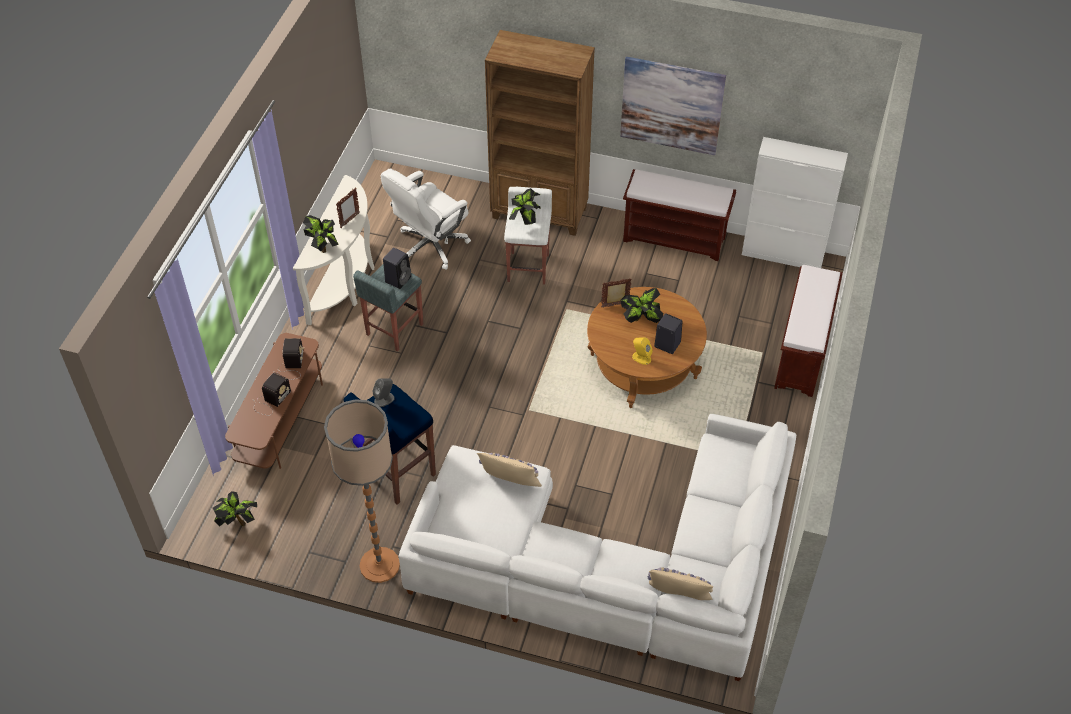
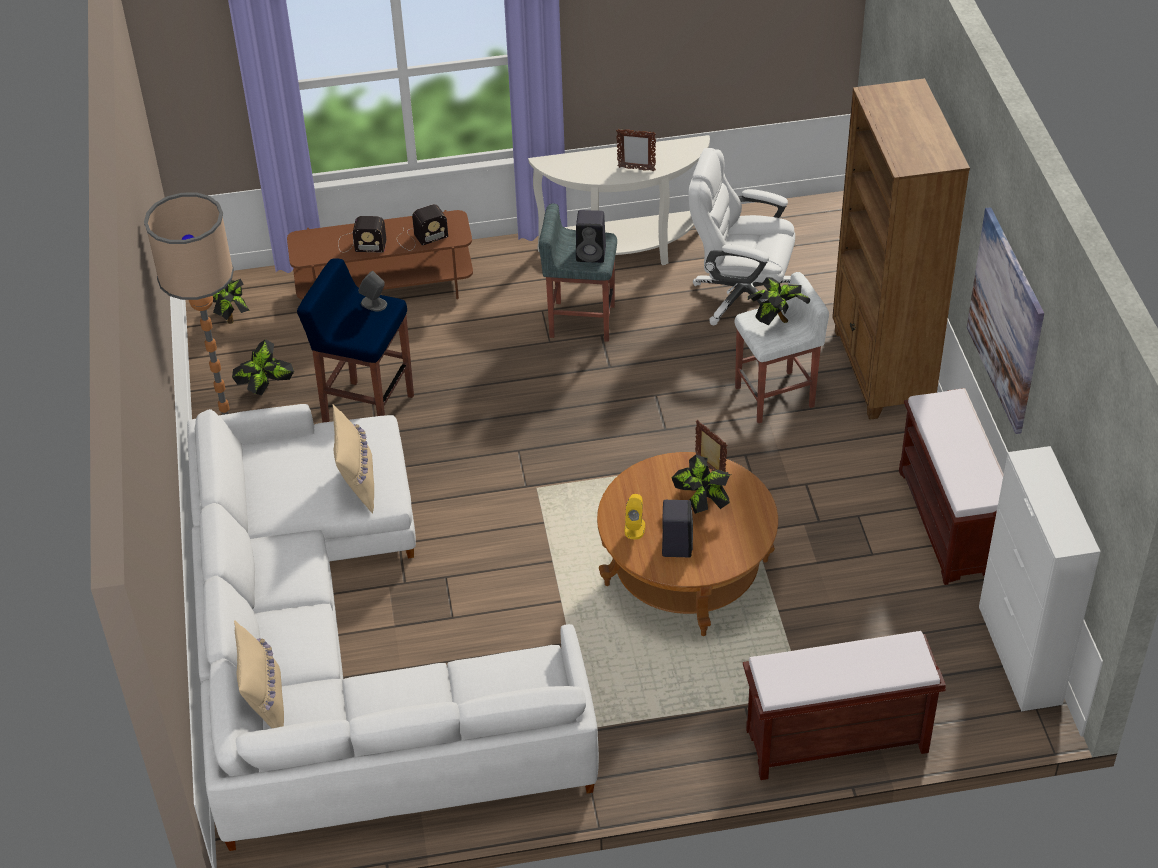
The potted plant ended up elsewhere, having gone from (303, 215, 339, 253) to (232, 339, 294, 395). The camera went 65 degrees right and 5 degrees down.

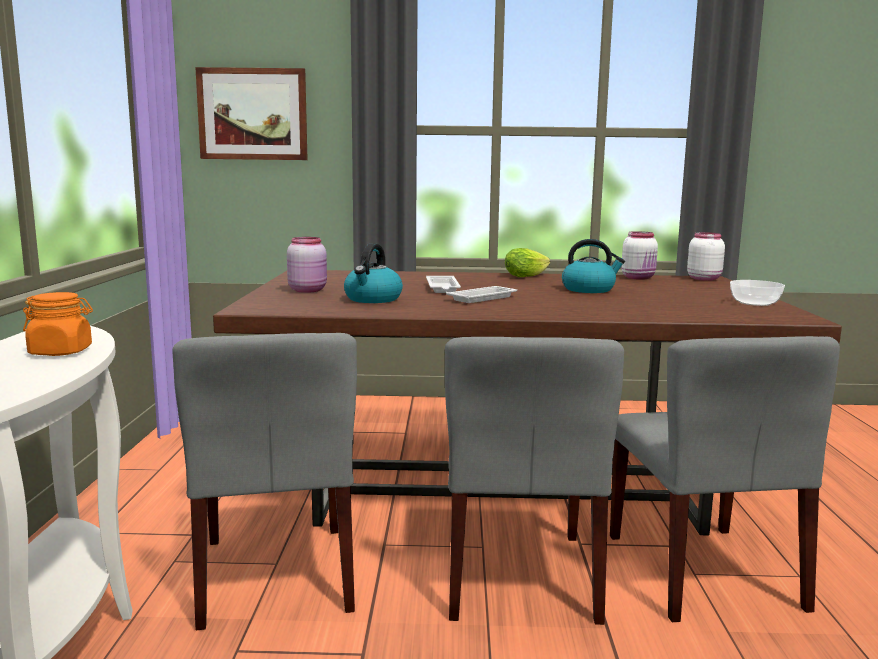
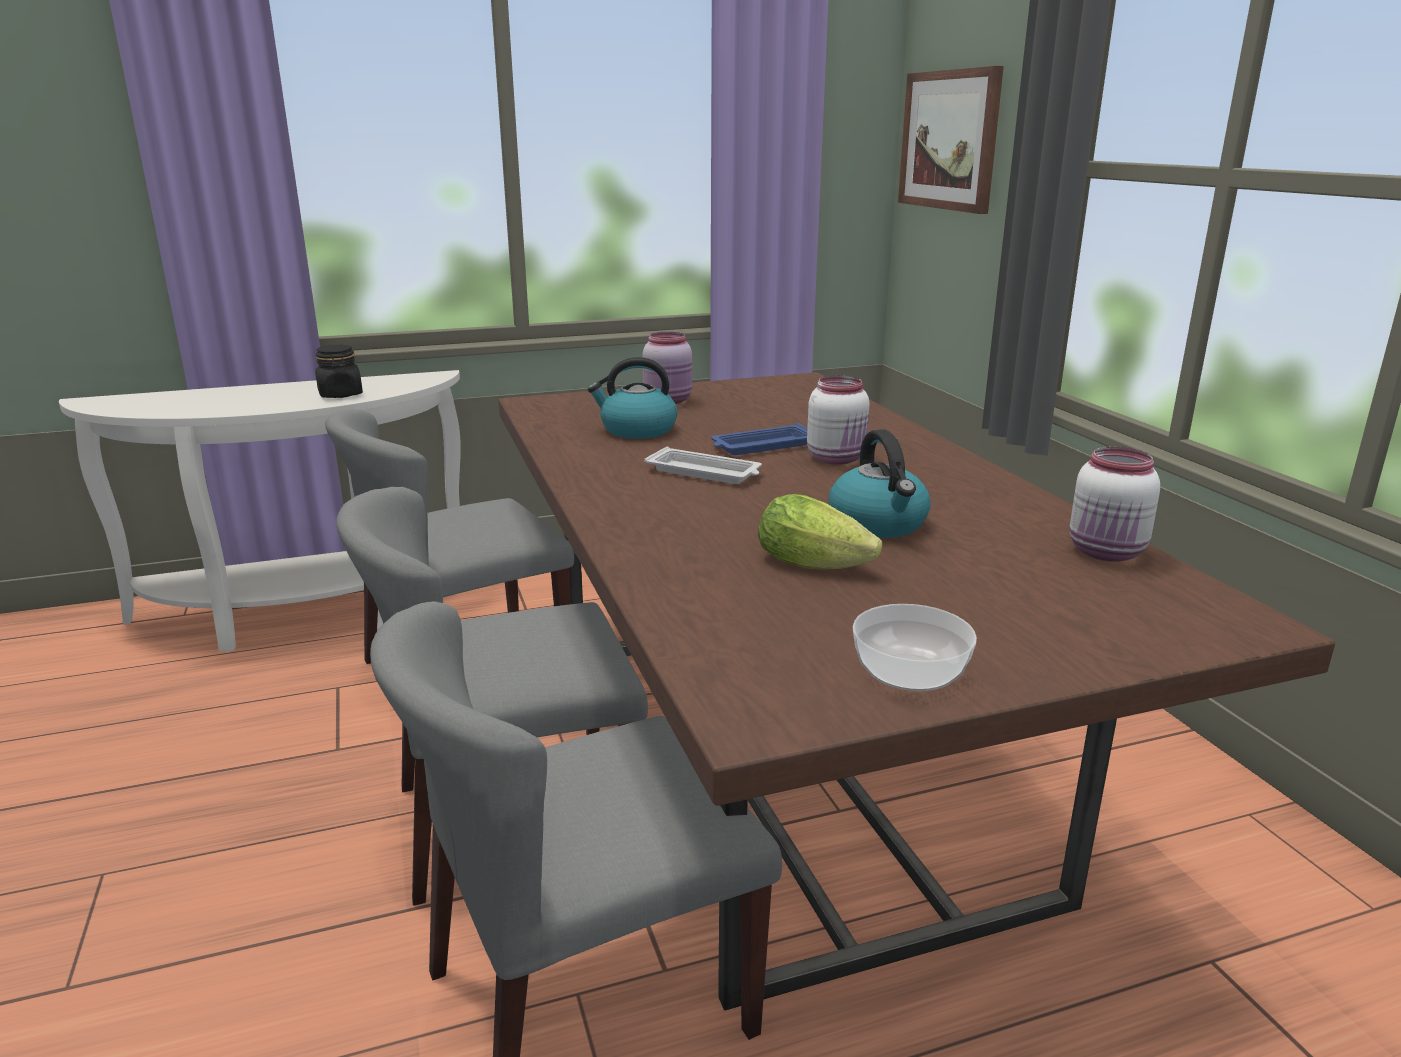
The lettuce head ended up elsewhere, having gone from (505, 248, 550, 277) to (758, 494, 883, 570). The white jar ended up elsewhere, having gone from (687, 232, 725, 281) to (807, 376, 870, 465). What was the orange-coloured jar at (23, 292, 93, 356) turned into the black jar at (315, 344, 363, 398). What was the white tray at (426, 276, 461, 293) turned into the blue-coloured tray at (711, 423, 807, 455). The camera went 70 degrees right and 10 degrees up.

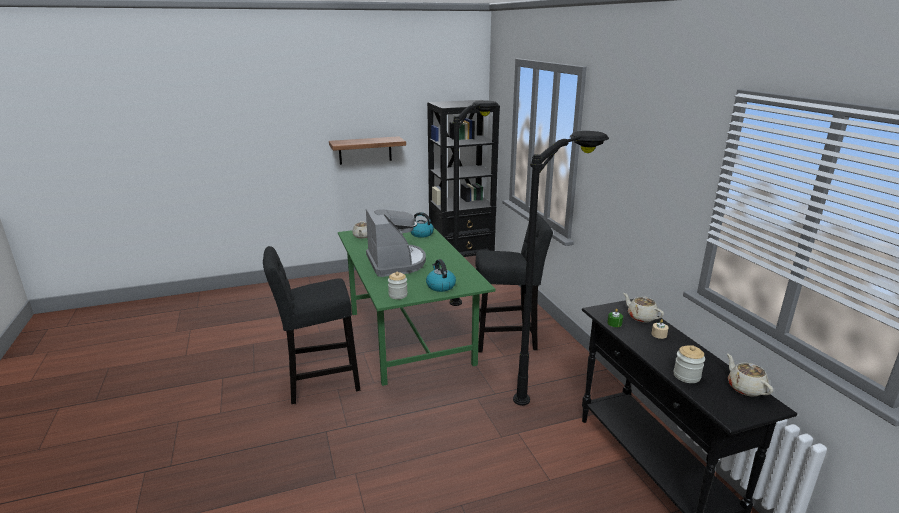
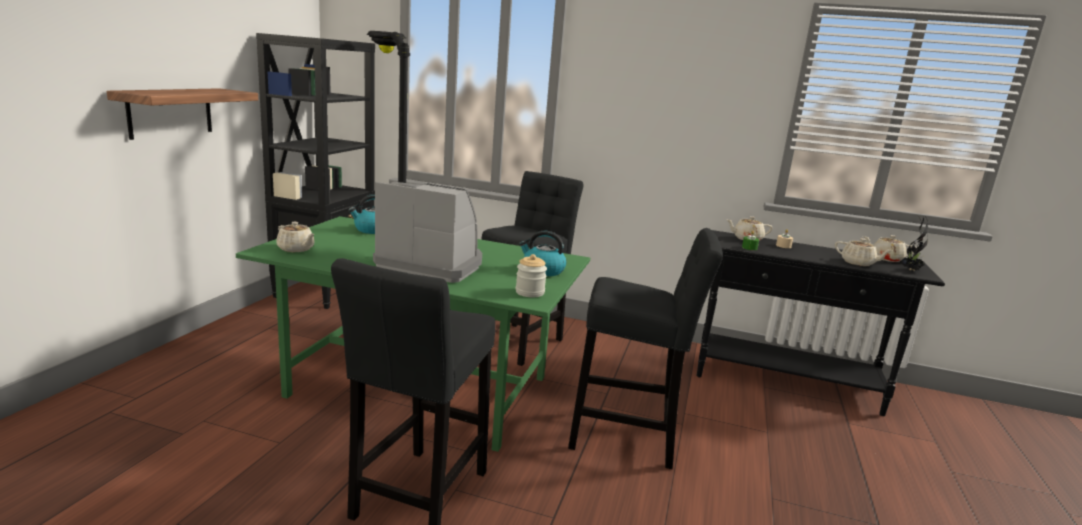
The second view lost the black standing lamp at (513, 131, 609, 406). The second view gained the black stool at (568, 228, 723, 469). The second view gained the potted plant at (900, 215, 928, 271). Where the jar stood at (673, 345, 705, 383), the beige teapot came to stand at (835, 238, 894, 266). The camera went 55 degrees left and 5 degrees down.

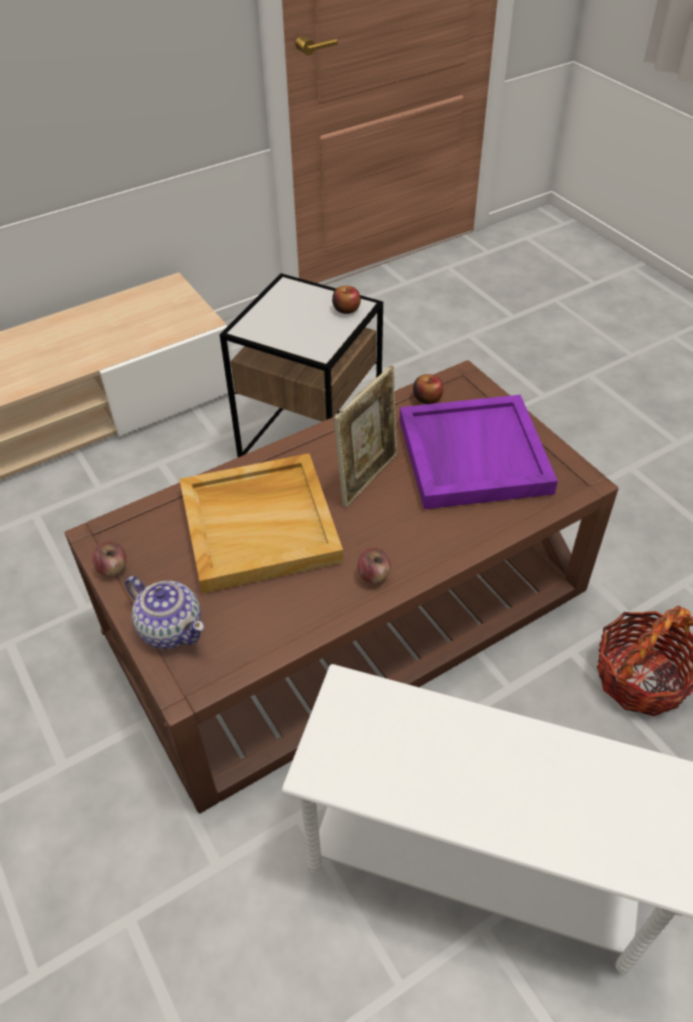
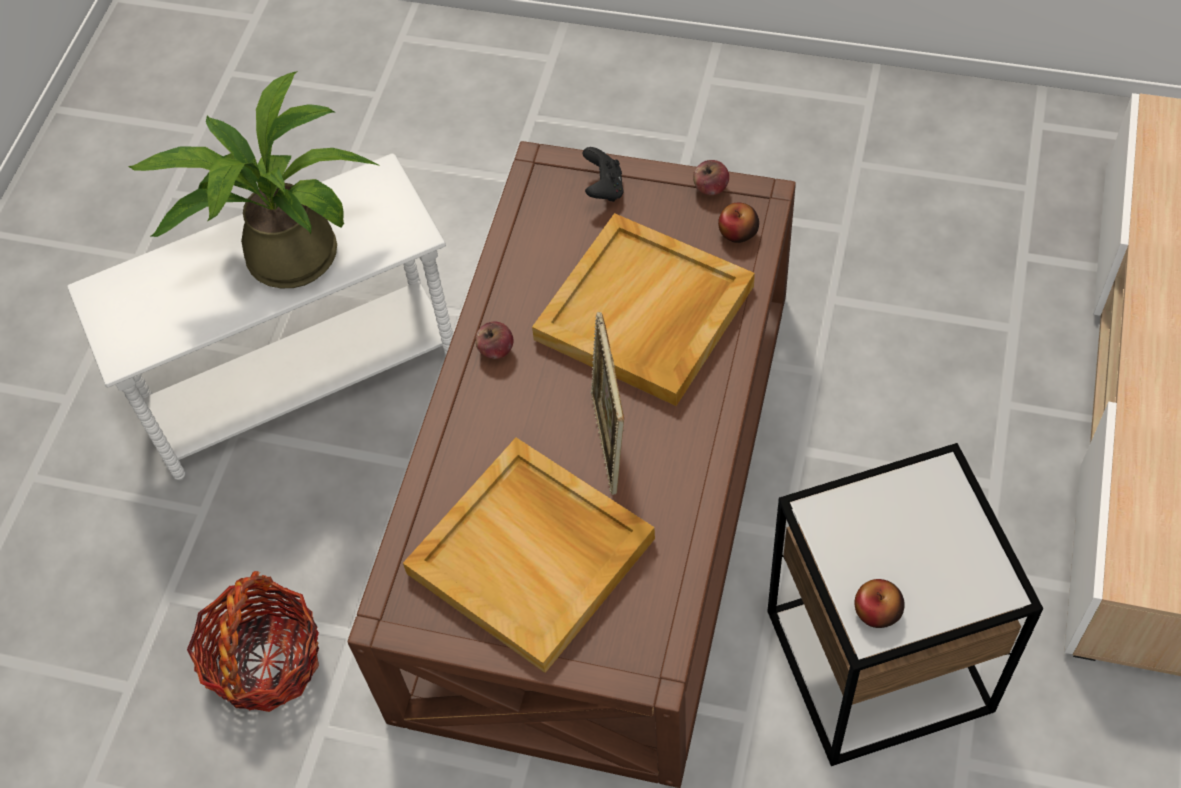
The second view gained the potted plant at (128, 71, 380, 288). The apple ended up elsewhere, having gone from (413, 374, 443, 404) to (718, 203, 759, 243). Where the teapot stood at (125, 576, 204, 649), the black joypad came to stand at (582, 147, 624, 202). What was the purple-coloured tray at (400, 395, 558, 509) turned into the beige tray at (403, 438, 655, 673). The camera went 140 degrees right and 10 degrees up.

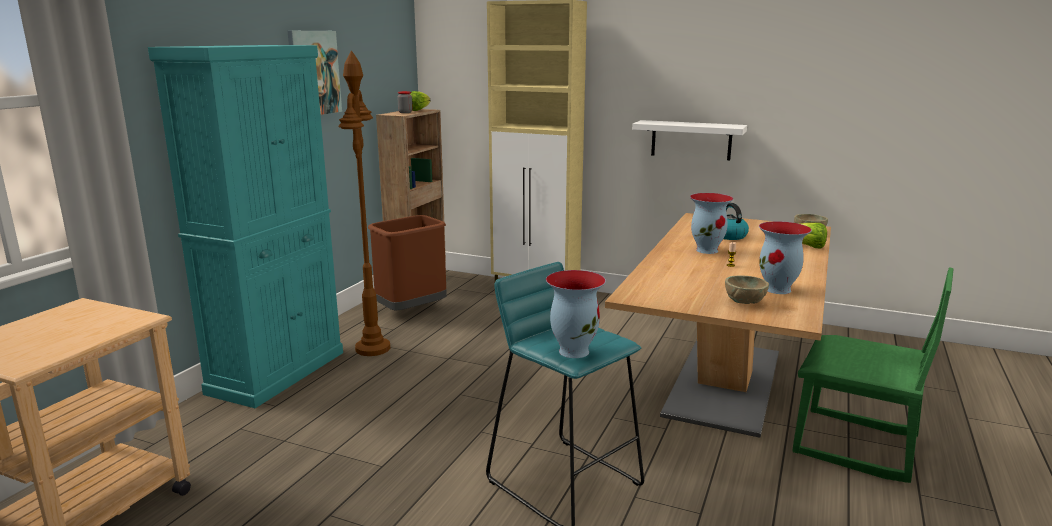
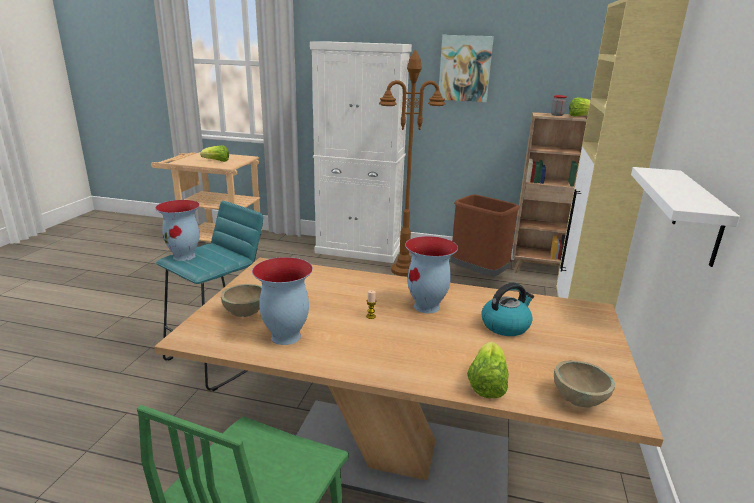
The second view gained the lettuce head at (200, 145, 229, 162). What was the turquoise-coloured cupboard at (148, 45, 343, 408) turned into the white cupboard at (310, 41, 412, 263). The camera went 80 degrees right and 5 degrees up.

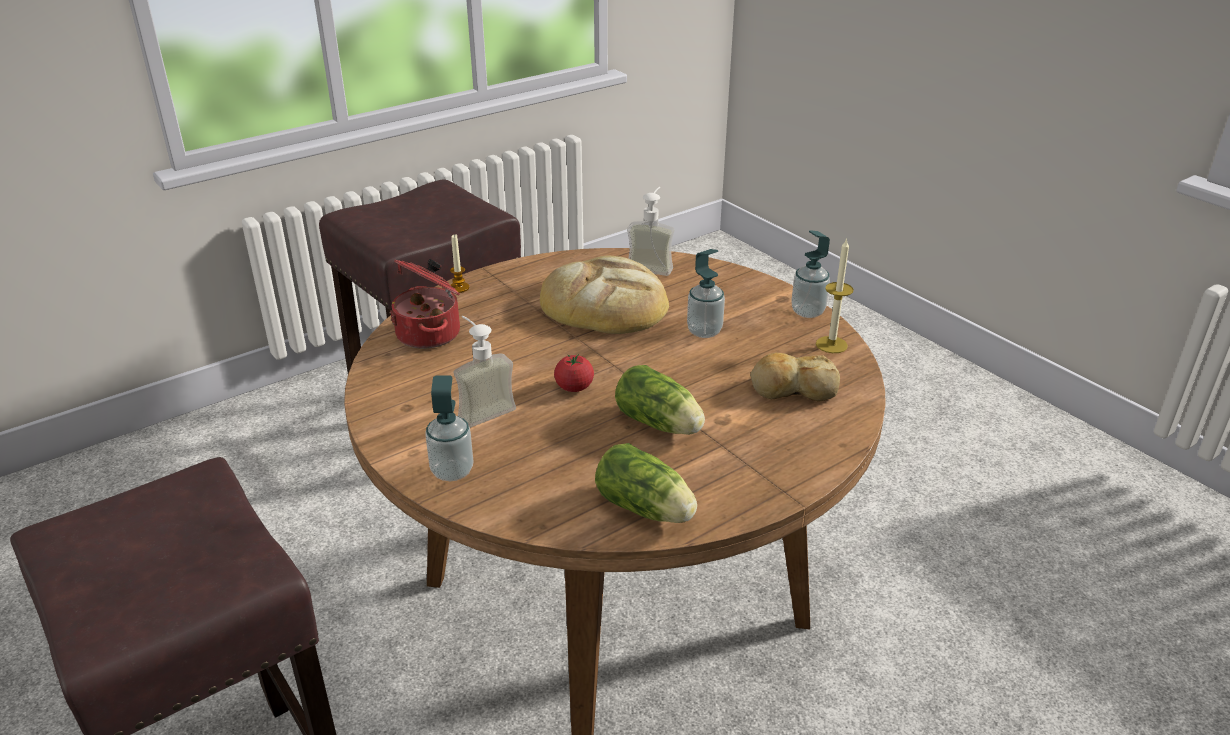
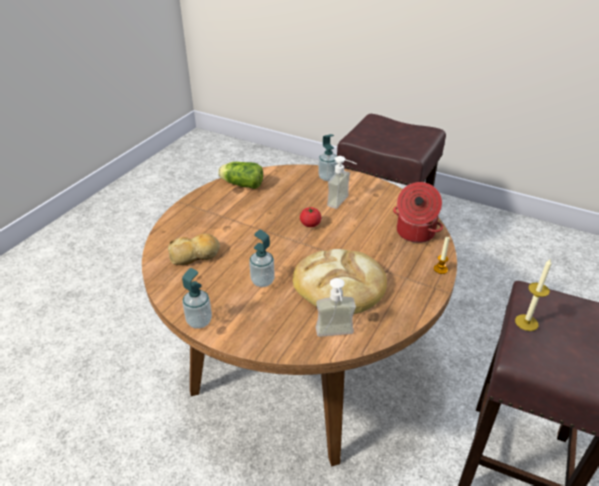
The second view lost the lettuce head at (615, 365, 705, 435). The candle ended up elsewhere, having gone from (816, 238, 854, 353) to (515, 258, 552, 331). The camera went 155 degrees right and 5 degrees up.

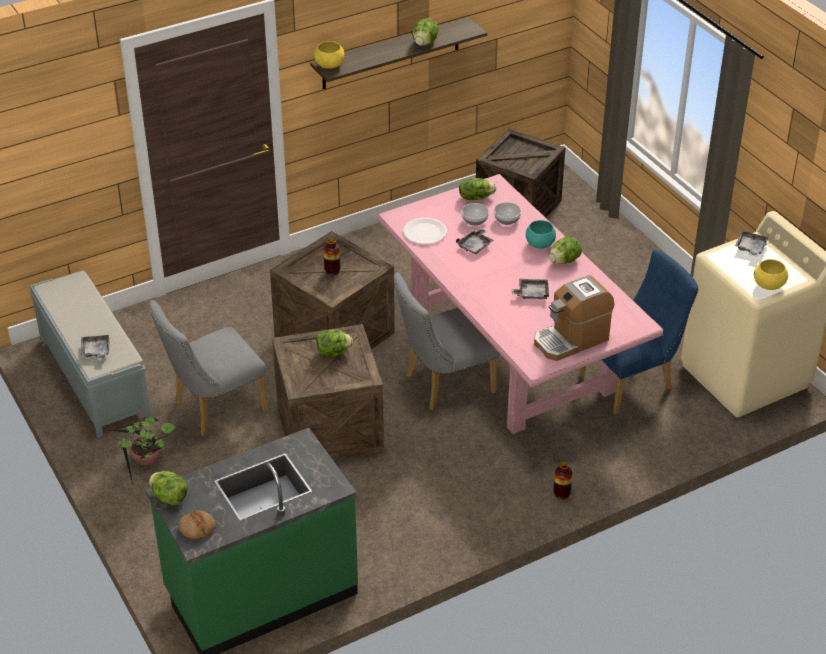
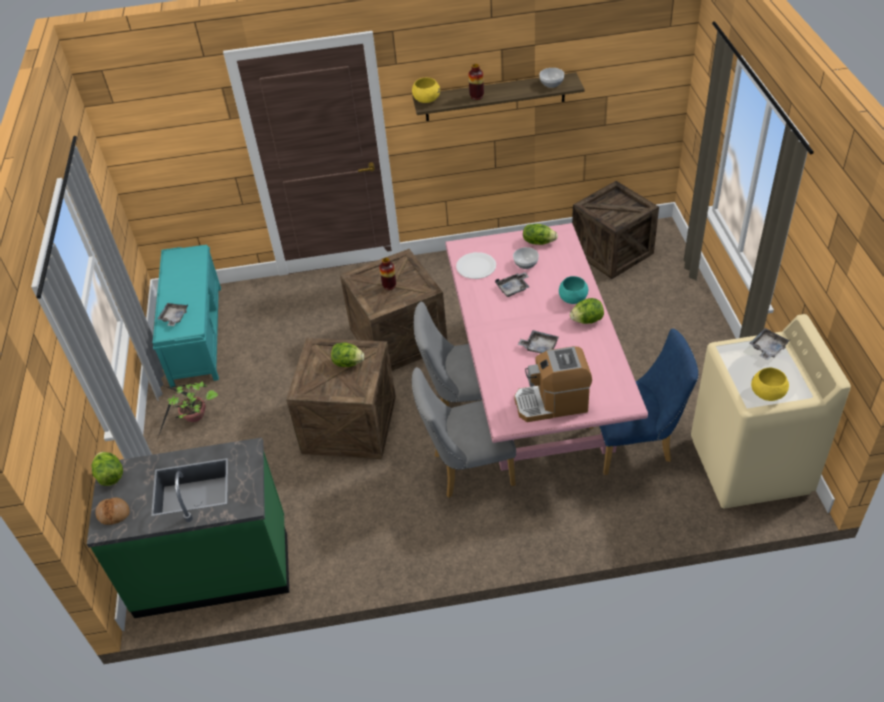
The second view lost the lettuce head at (412, 18, 439, 46). The gray upright chair ended up elsewhere, having gone from (149, 300, 268, 436) to (411, 367, 516, 498). The serving bowl ended up elsewhere, having gone from (494, 202, 521, 225) to (539, 68, 564, 88). The decorative vase ended up elsewhere, having gone from (553, 462, 572, 499) to (468, 64, 484, 100). What was the gray long seat at (29, 271, 151, 437) turned into the turquoise-coloured long seat at (152, 245, 221, 387). The camera went 25 degrees right and 5 degrees up.

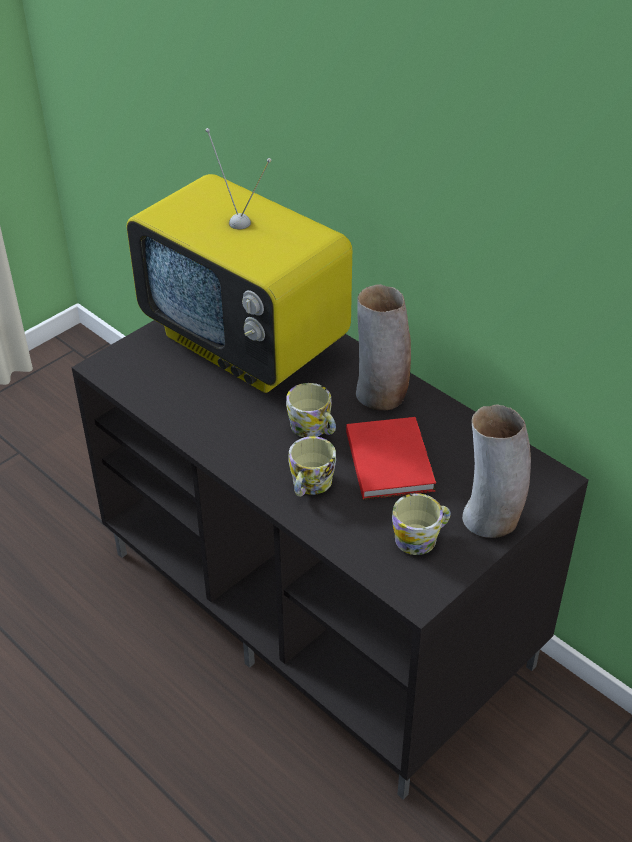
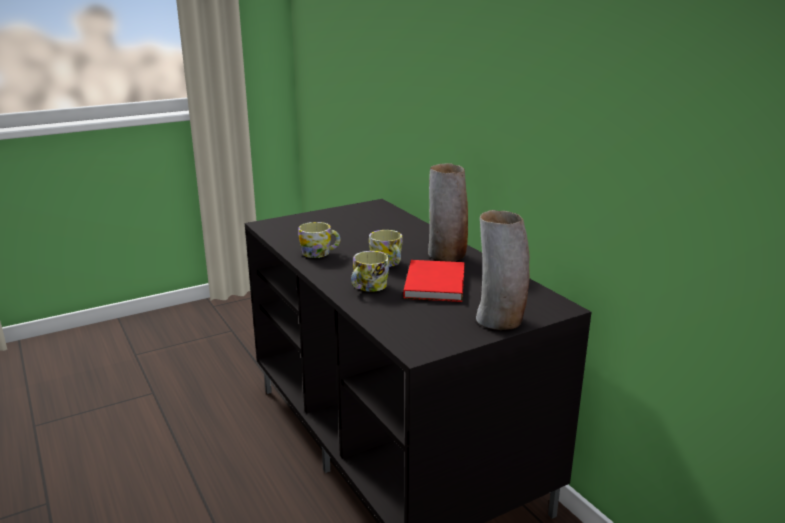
The second view lost the TV set at (127, 128, 352, 393). The coffee mug ended up elsewhere, having gone from (392, 493, 451, 555) to (298, 222, 340, 258). The camera went 15 degrees right and 20 degrees down.

